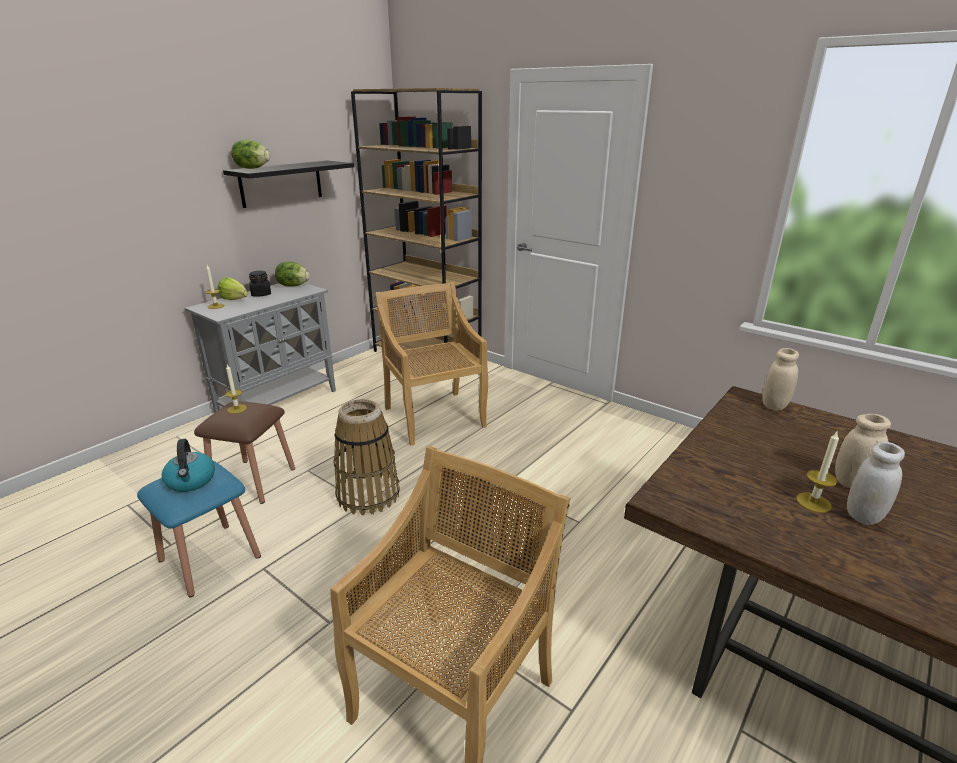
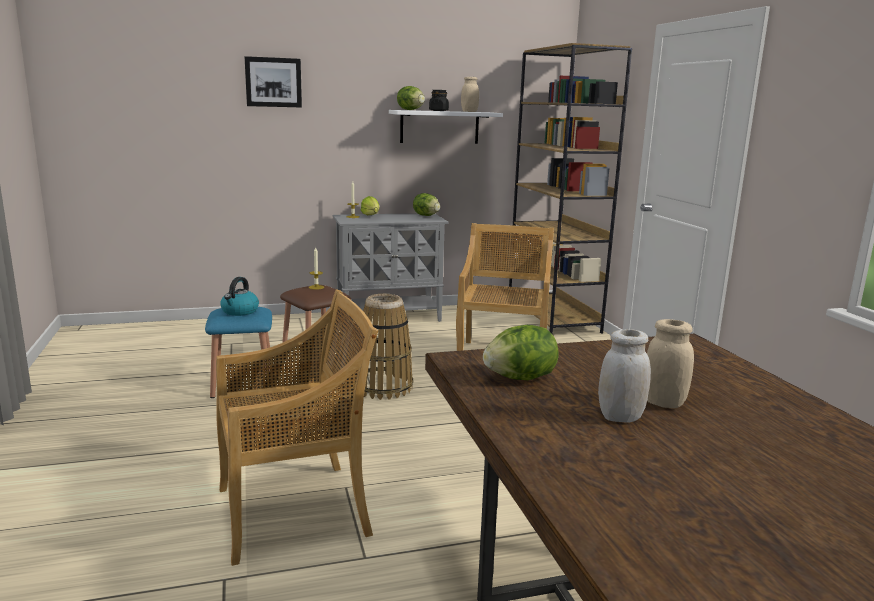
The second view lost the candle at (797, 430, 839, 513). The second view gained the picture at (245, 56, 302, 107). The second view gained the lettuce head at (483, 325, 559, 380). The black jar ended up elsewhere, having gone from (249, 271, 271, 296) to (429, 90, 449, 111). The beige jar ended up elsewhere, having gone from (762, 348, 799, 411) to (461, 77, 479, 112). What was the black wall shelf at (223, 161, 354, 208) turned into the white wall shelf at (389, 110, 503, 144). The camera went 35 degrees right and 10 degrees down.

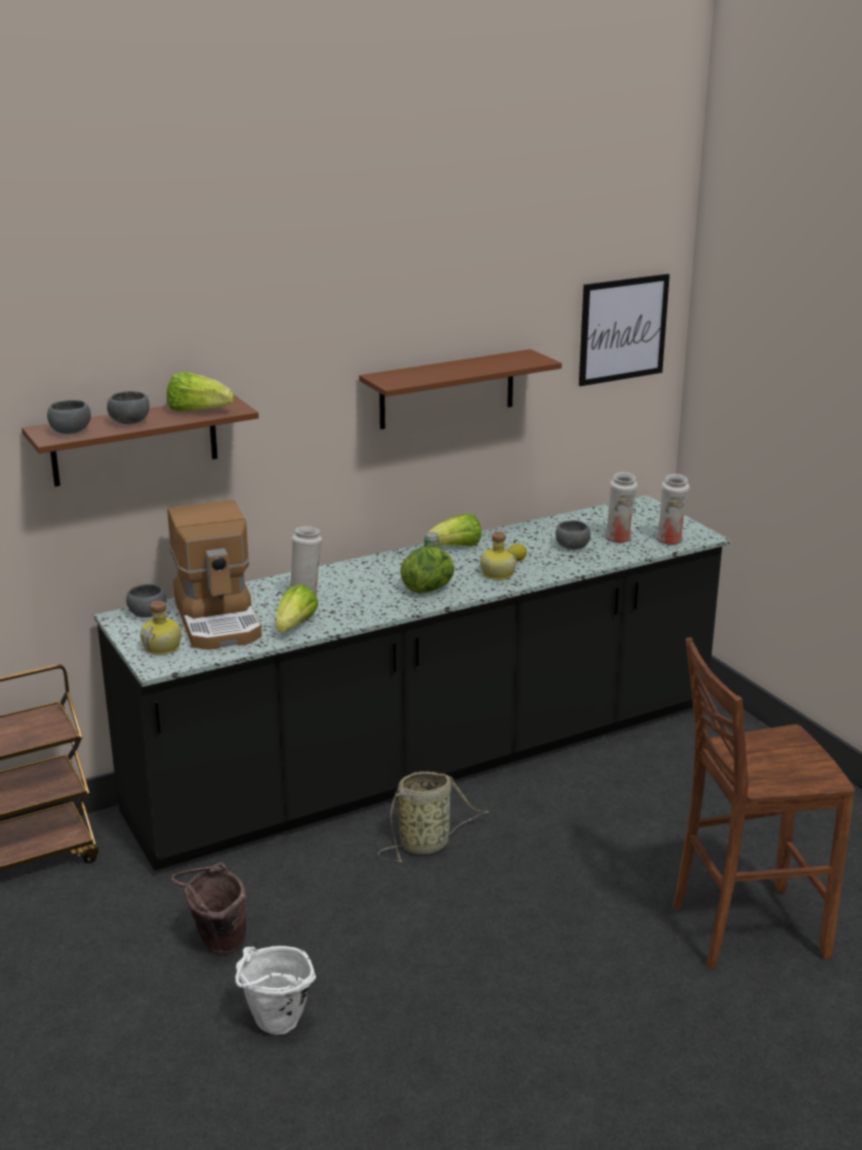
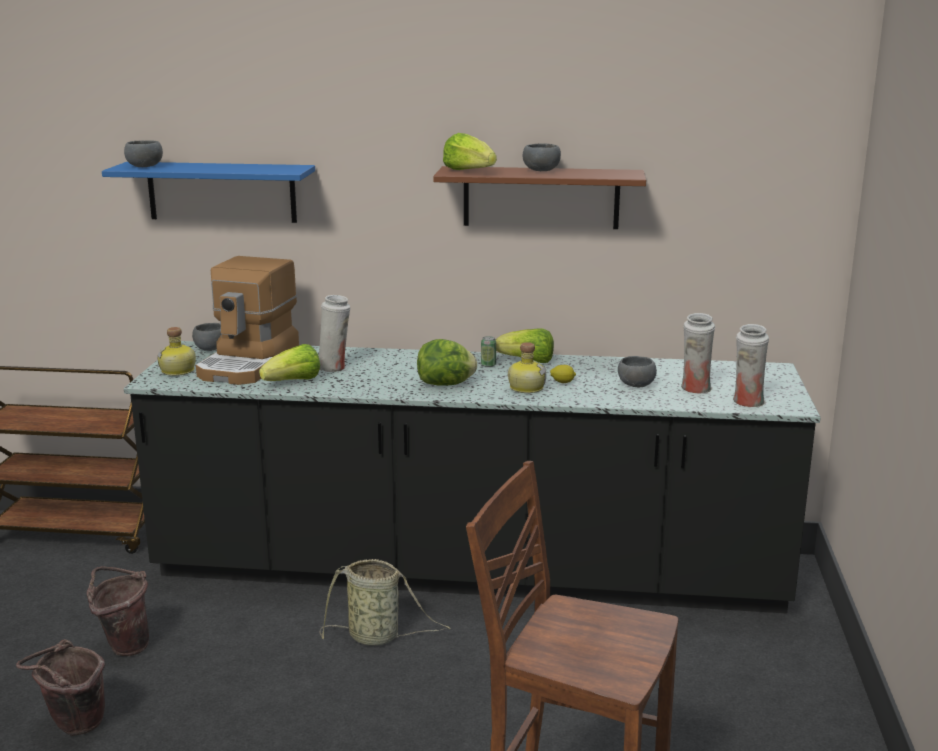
The second view lost the picture at (579, 274, 670, 386). The gray serving bowl ended up elsewhere, having gone from (107, 391, 150, 424) to (523, 143, 561, 171). The lettuce head ended up elsewhere, having gone from (167, 372, 234, 411) to (443, 133, 497, 170). What was the brownish wall shelf at (22, 395, 259, 487) turned into the blue-coloured wall shelf at (102, 162, 315, 223). What was the white bucket at (235, 946, 316, 1035) turned into the brownish bucket at (16, 639, 105, 736). The camera went 35 degrees right and 5 degrees down.

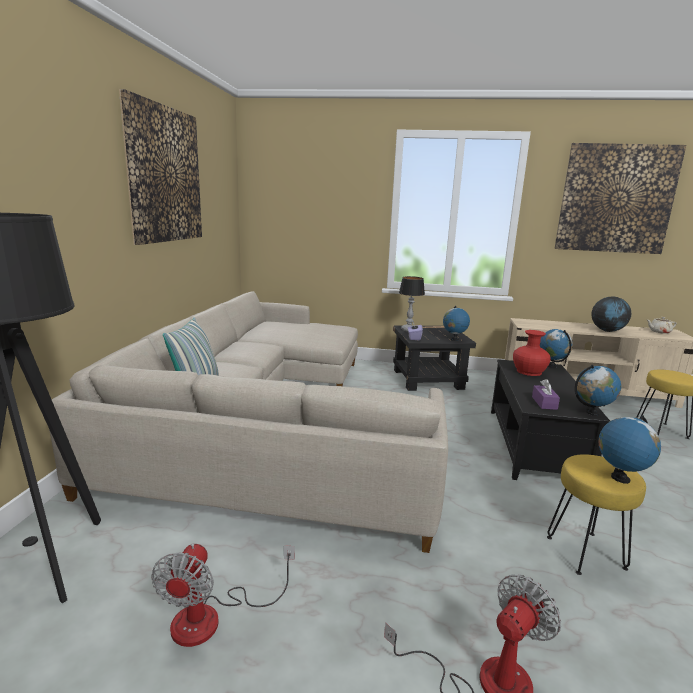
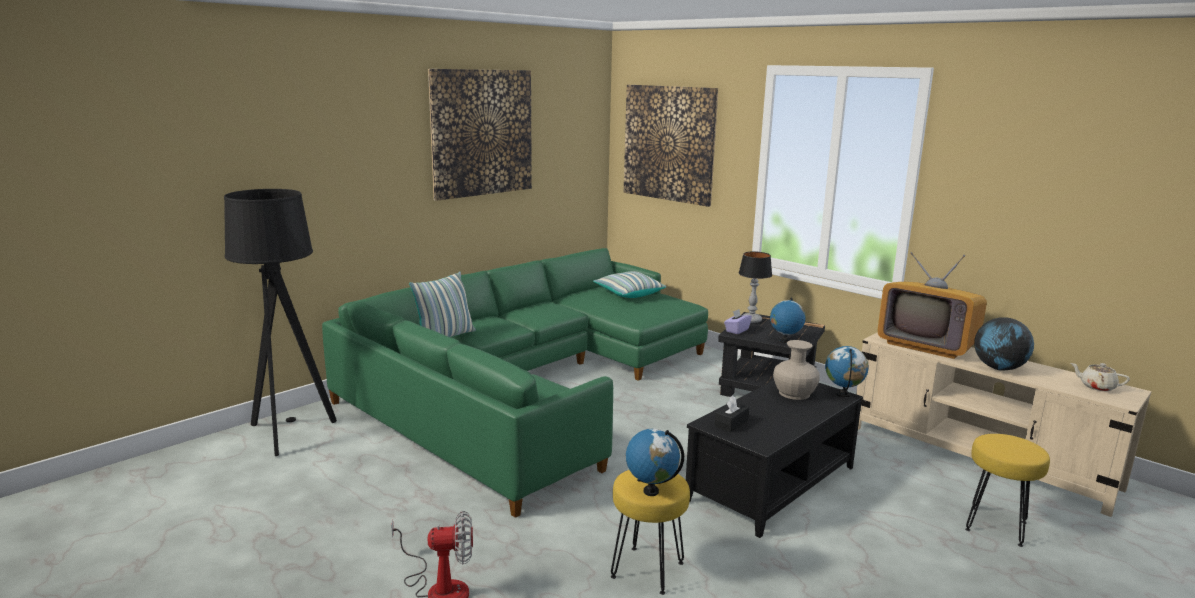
The second view lost the cooling fan at (151, 543, 295, 647). The second view lost the globe at (575, 365, 621, 416). The second view gained the throw pillow at (593, 271, 666, 298). The second view gained the TV set at (877, 252, 987, 359). The picture ended up elsewhere, having gone from (554, 143, 686, 254) to (624, 85, 718, 207). What was the beige sofa at (49, 291, 448, 553) turned into the green-coloured sofa at (322, 248, 708, 518). What was the red-coloured decorative vase at (513, 330, 551, 376) turned into the beige decorative vase at (773, 340, 820, 400). What was the purple-coloured tissue holder at (532, 379, 560, 410) turned into the black tissue holder at (715, 395, 749, 432). The camera went 35 degrees right and 0 degrees up.

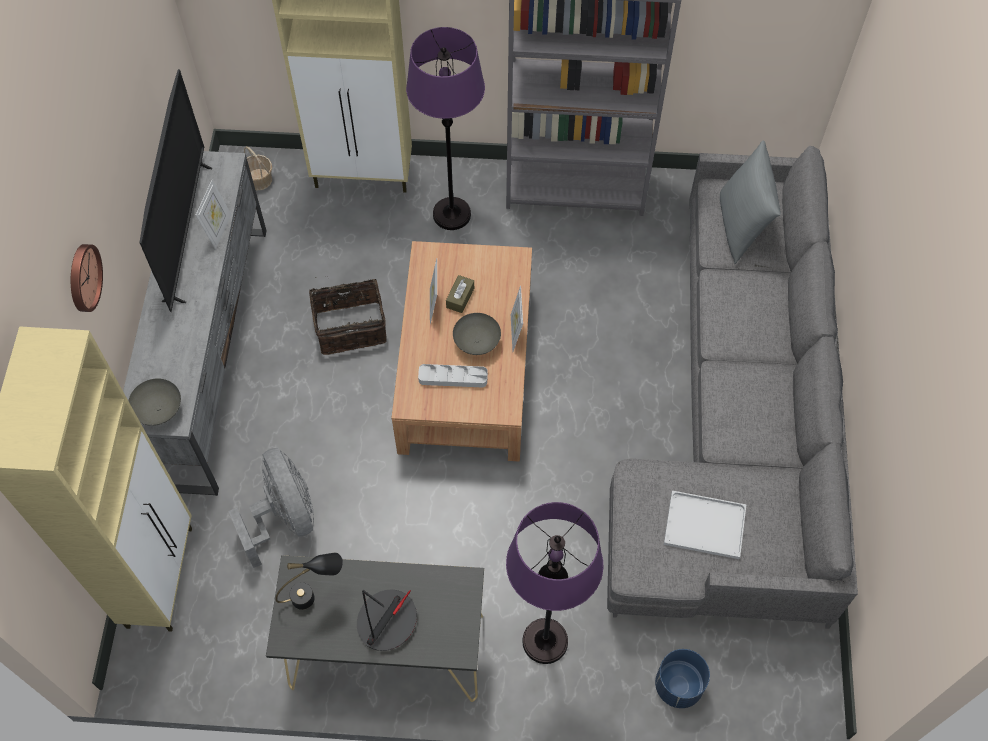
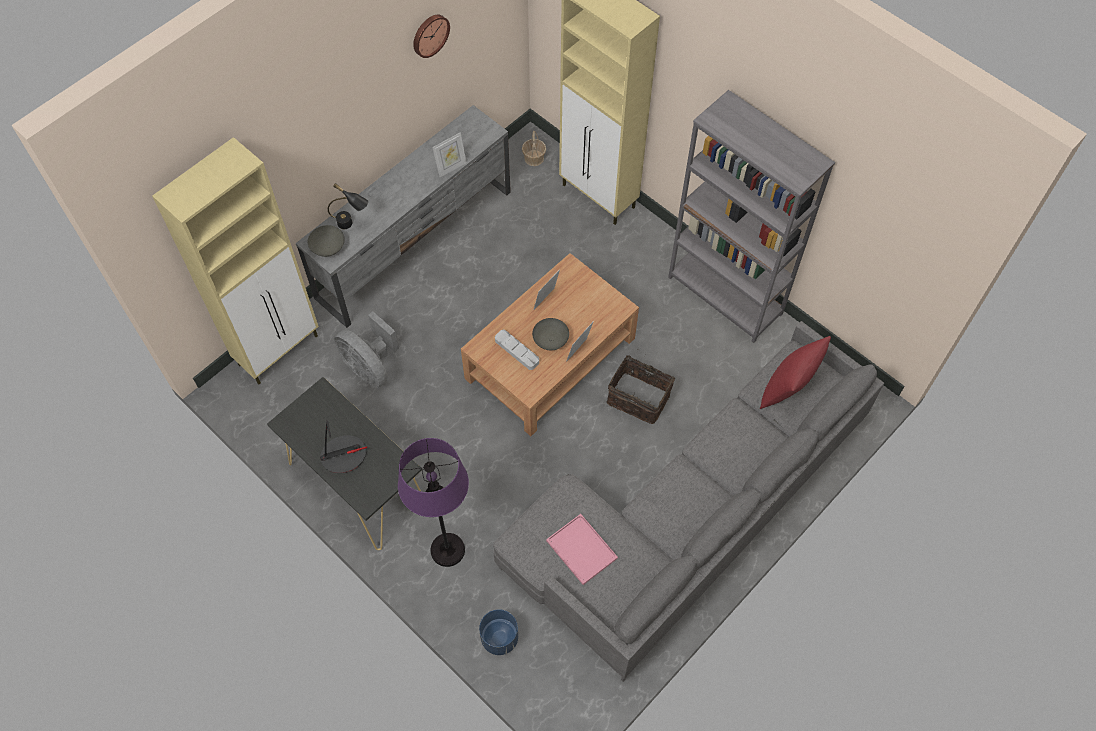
The second view lost the TV set at (139, 69, 212, 312). The second view lost the purple-coloured standing lamp at (406, 27, 485, 230). The second view lost the brownish tissue holder at (446, 275, 474, 313). The clock on the wall ended up elsewhere, having gone from (71, 244, 103, 312) to (413, 15, 450, 58). The black table lamp ended up elsewhere, having gone from (275, 552, 343, 610) to (328, 183, 368, 229). The household basket ended up elsewhere, having gone from (309, 277, 387, 355) to (607, 355, 675, 424). What was the white tray at (664, 491, 747, 559) turned into the pink-coloured tray at (546, 514, 618, 585). What was the gray throw pillow at (720, 141, 781, 264) turned into the red-coloured throw pillow at (760, 336, 831, 409). The gray cooling fan at (228, 448, 314, 568) ended up facing another way, 120 degrees clockwise from before. The camera went 40 degrees right and 0 degrees up.

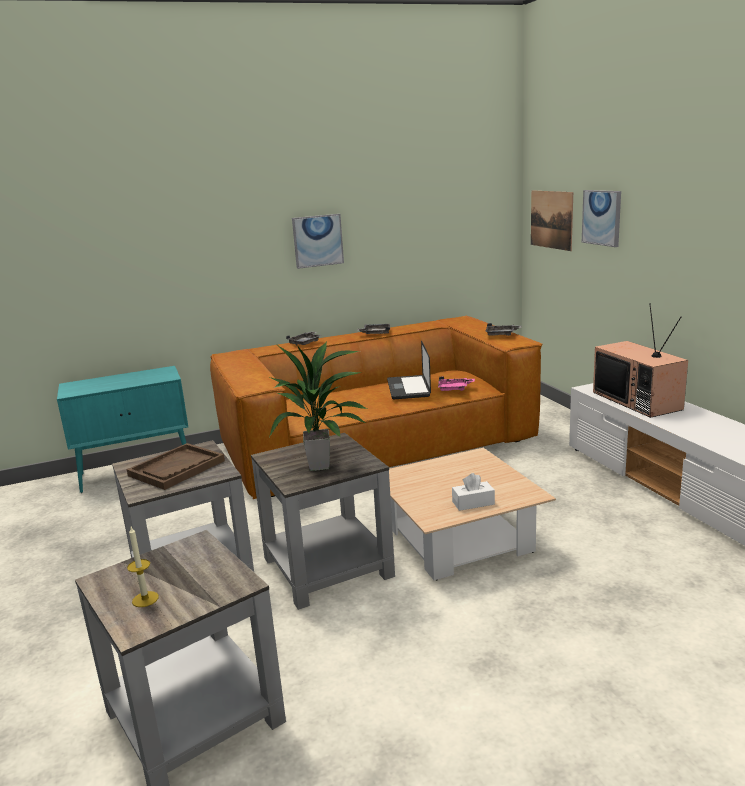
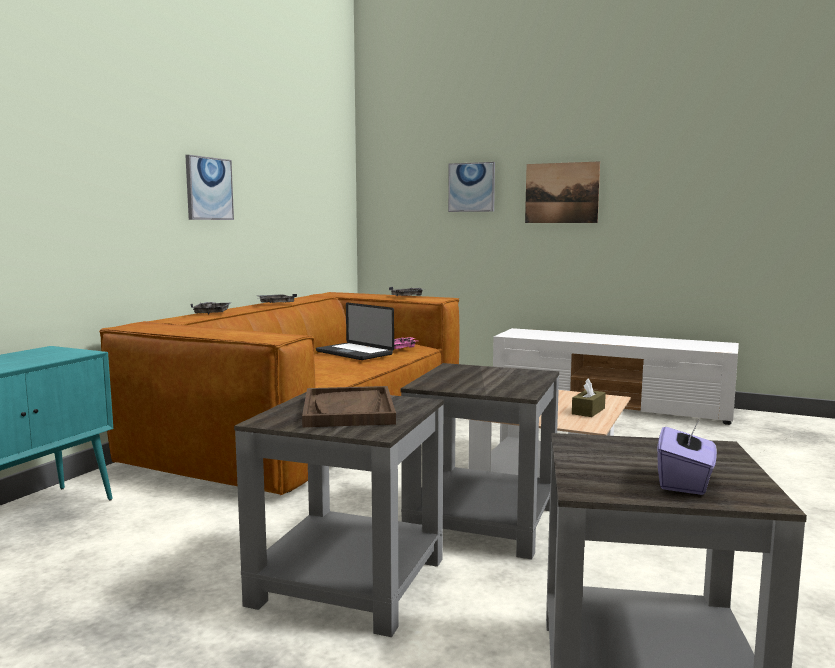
The second view lost the potted plant at (269, 342, 367, 471). The second view lost the TV set at (593, 303, 688, 418). The picture ended up elsewhere, having gone from (531, 190, 573, 251) to (525, 161, 600, 223). Where the candle stood at (127, 527, 159, 607), the purple-coloured tissue holder came to stand at (657, 418, 717, 495). What was the white tissue holder at (452, 473, 495, 511) turned into the brownish tissue holder at (572, 378, 606, 417). The camera went 45 degrees left and 10 degrees down.

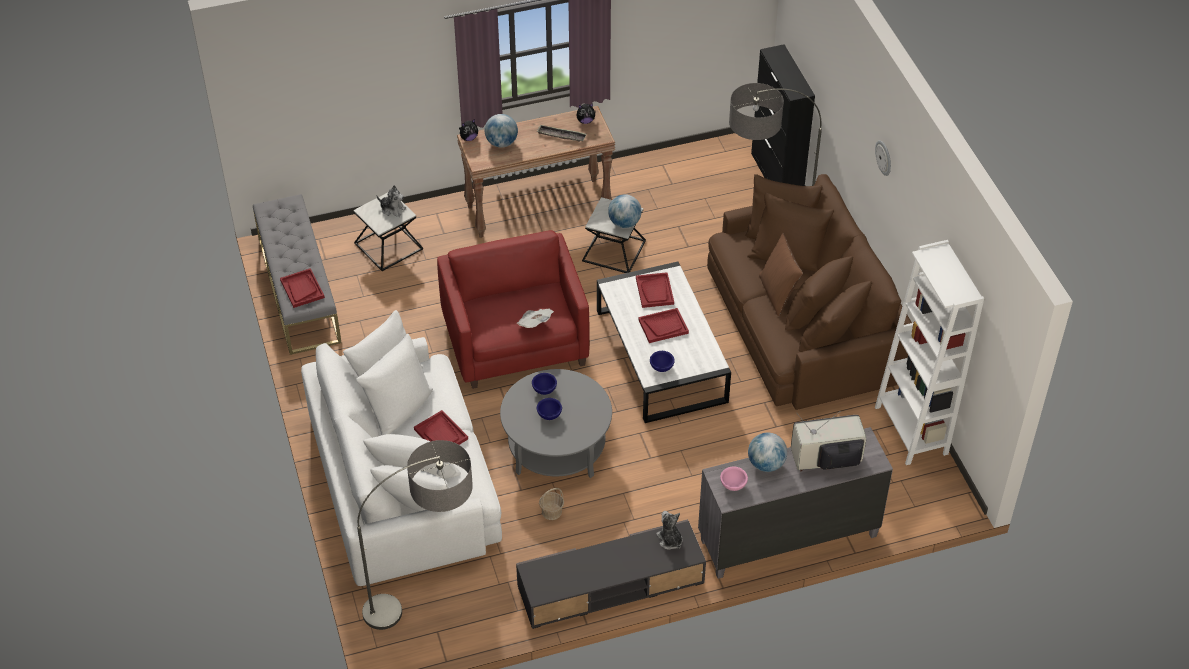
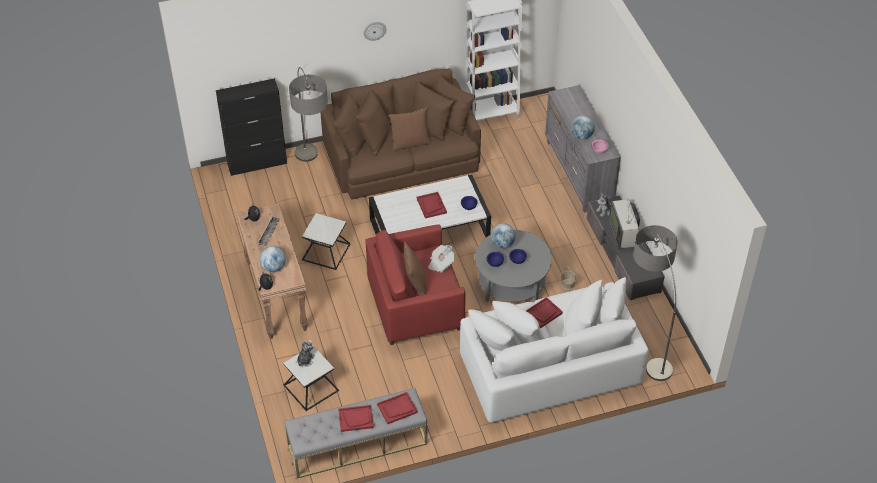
The second view gained the brownish throw pillow at (404, 242, 426, 295). The globe ended up elsewhere, having gone from (608, 194, 642, 228) to (491, 223, 516, 248). The red-coloured tray ended up elsewhere, having gone from (636, 272, 674, 308) to (338, 405, 374, 432). The TV set ended up elsewhere, having gone from (791, 411, 866, 471) to (609, 199, 640, 248). The camera went 90 degrees left and 0 degrees up.

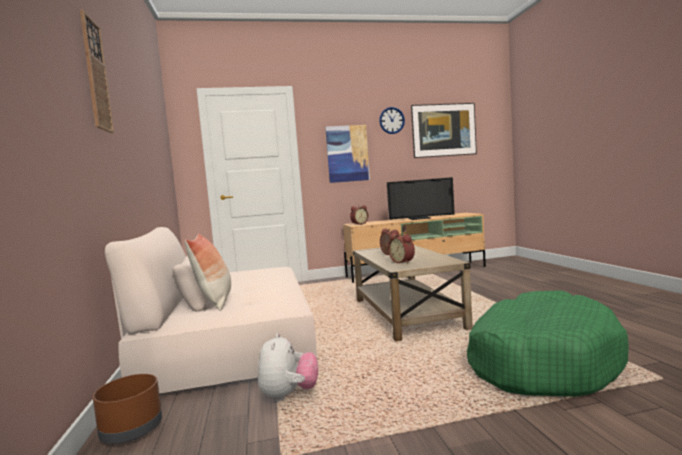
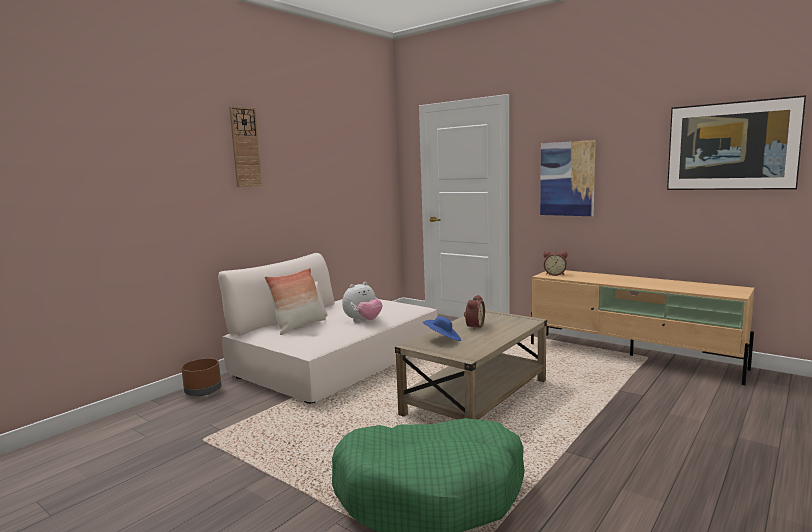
The second view lost the clock on the wall at (379, 107, 405, 134). The second view lost the TV set at (387, 177, 455, 220). The soft toy ended up elsewhere, having gone from (258, 333, 318, 402) to (342, 282, 382, 322). Where the alarm clock stood at (388, 233, 415, 264), the blue-coloured clothing hat came to stand at (422, 316, 461, 341). The camera went 50 degrees right and 5 degrees up.

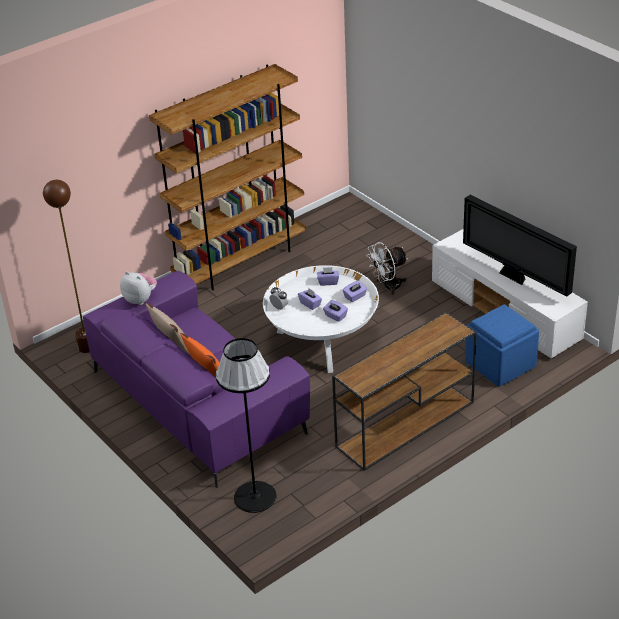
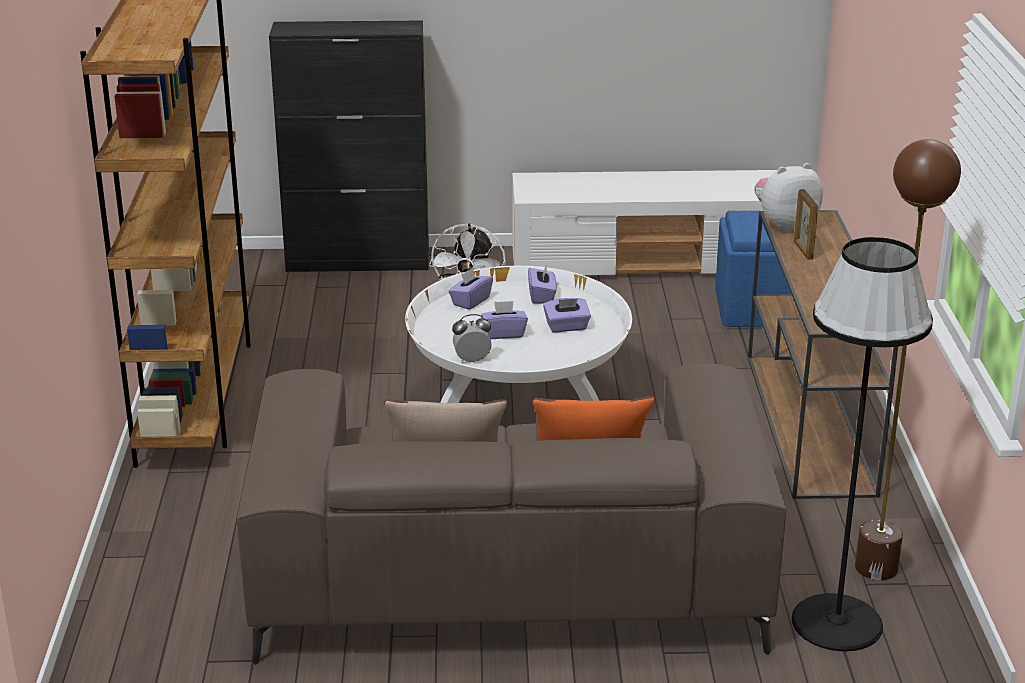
The second view lost the TV set at (463, 195, 577, 297). The second view gained the black cupboard at (269, 21, 429, 272). The second view gained the photo frame at (794, 189, 818, 260). The brownish standing lamp ended up elsewhere, having gone from (43, 180, 90, 353) to (855, 139, 961, 580). The soft toy ended up elsewhere, having gone from (120, 272, 157, 305) to (754, 163, 823, 231). What was the purple-coloured sofa at (83, 271, 310, 488) turned into the brownish sofa at (237, 363, 786, 665). The camera went 55 degrees left and 10 degrees down.

